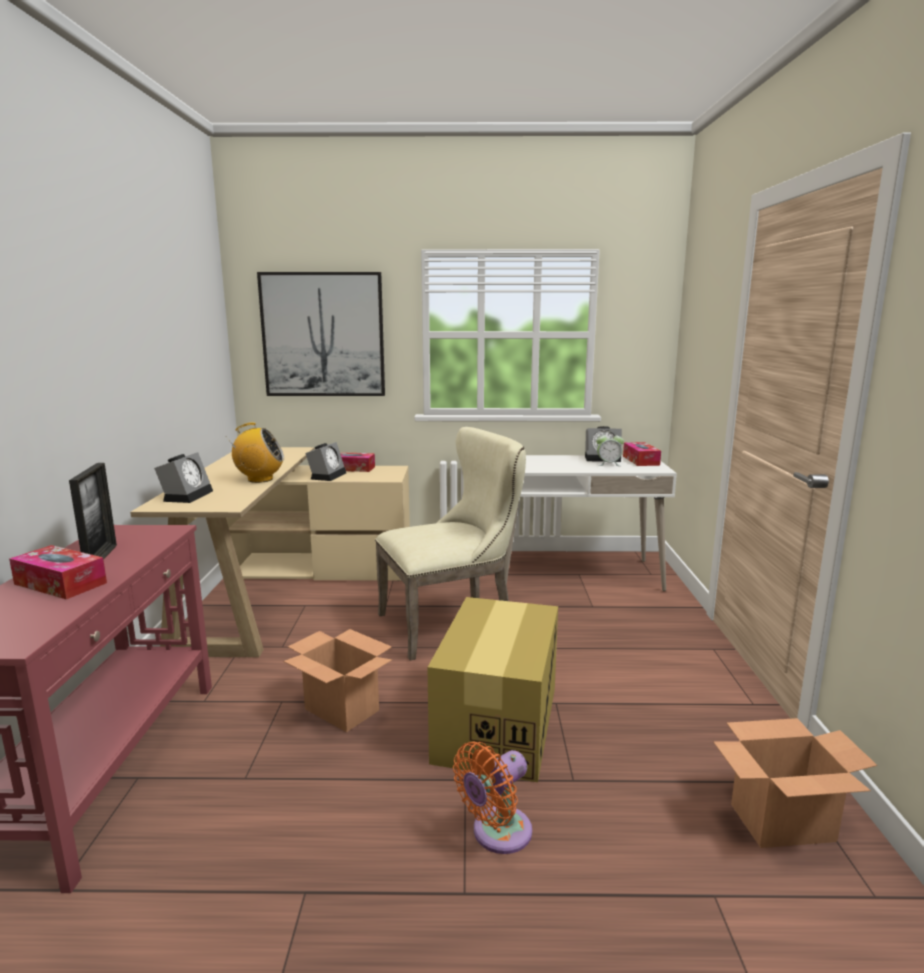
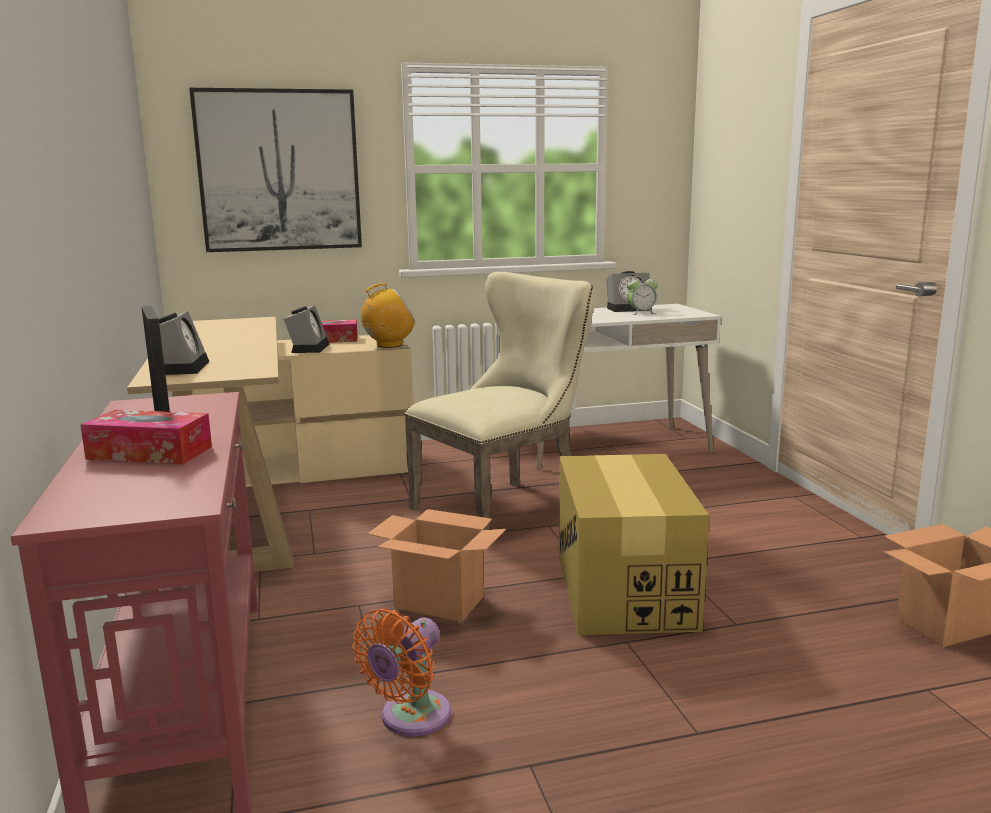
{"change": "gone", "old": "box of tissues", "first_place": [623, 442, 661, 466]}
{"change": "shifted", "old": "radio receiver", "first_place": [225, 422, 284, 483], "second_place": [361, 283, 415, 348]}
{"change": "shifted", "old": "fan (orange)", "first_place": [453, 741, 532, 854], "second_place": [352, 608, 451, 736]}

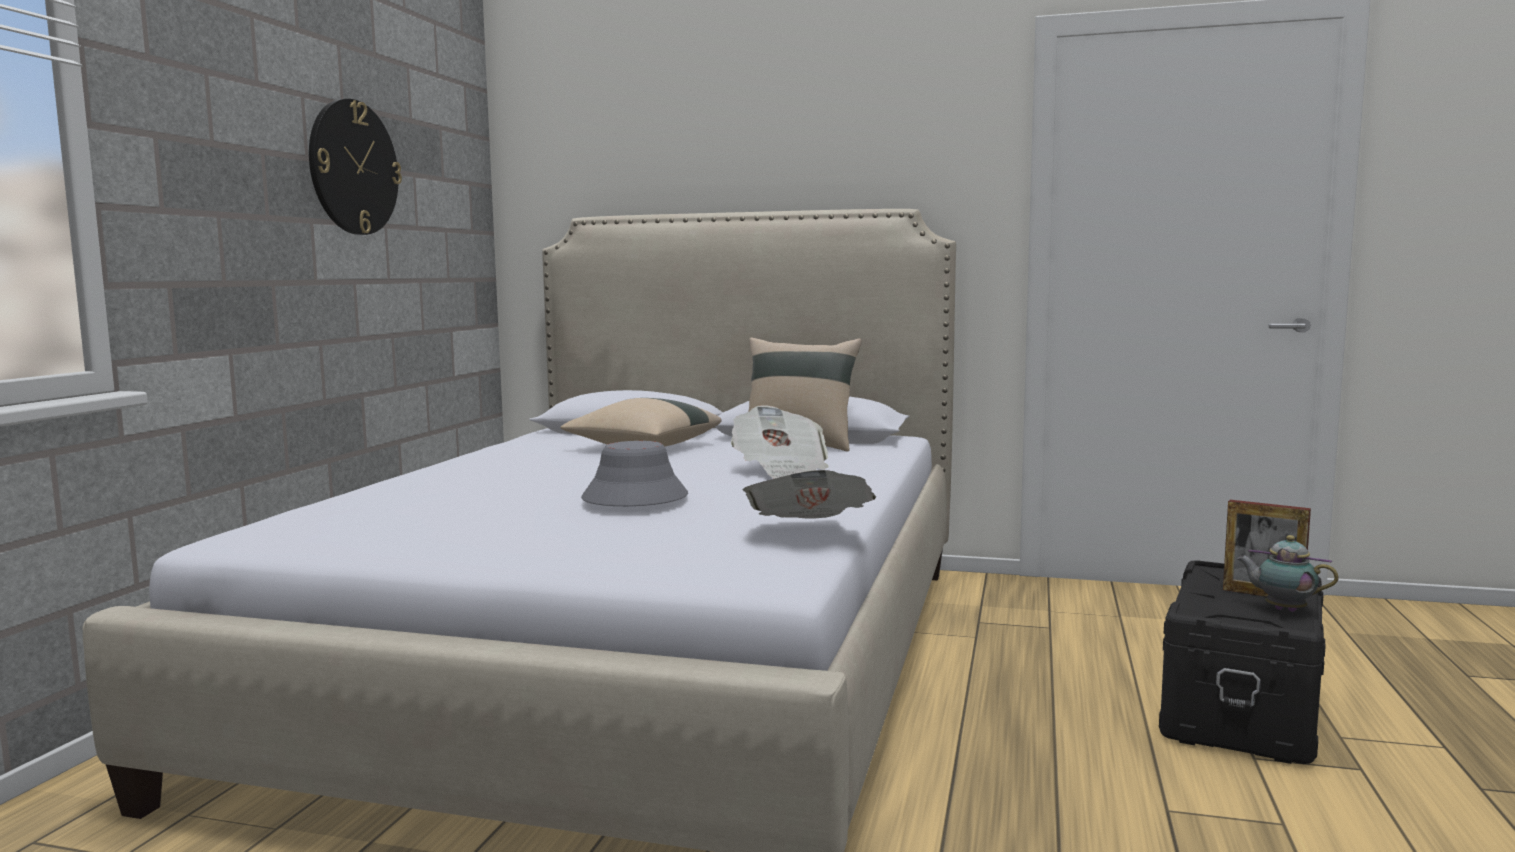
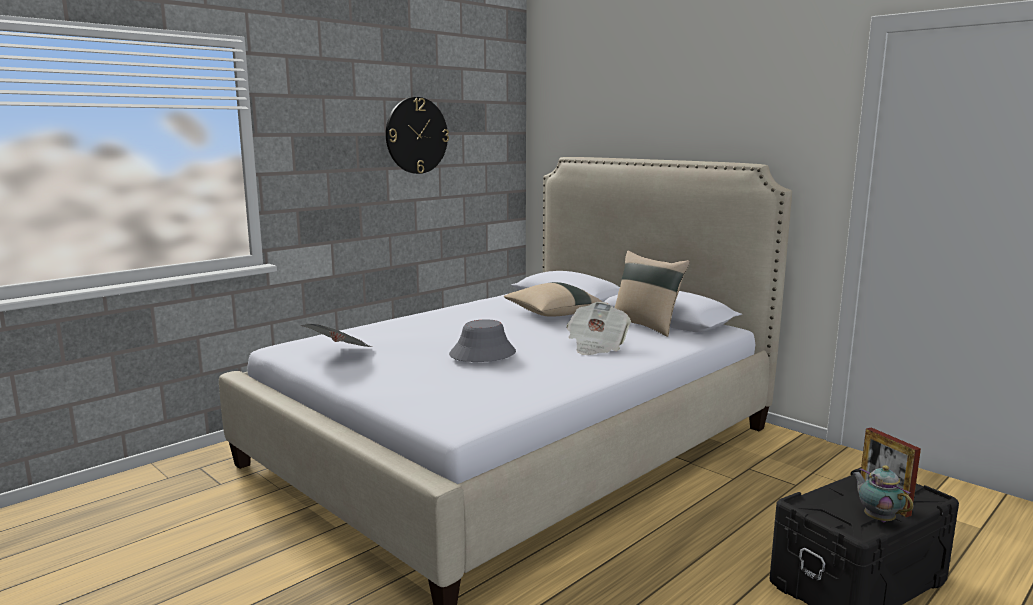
{"change": "shifted", "old": "daily paper", "first_place": [742, 470, 876, 519], "second_place": [301, 324, 373, 347]}

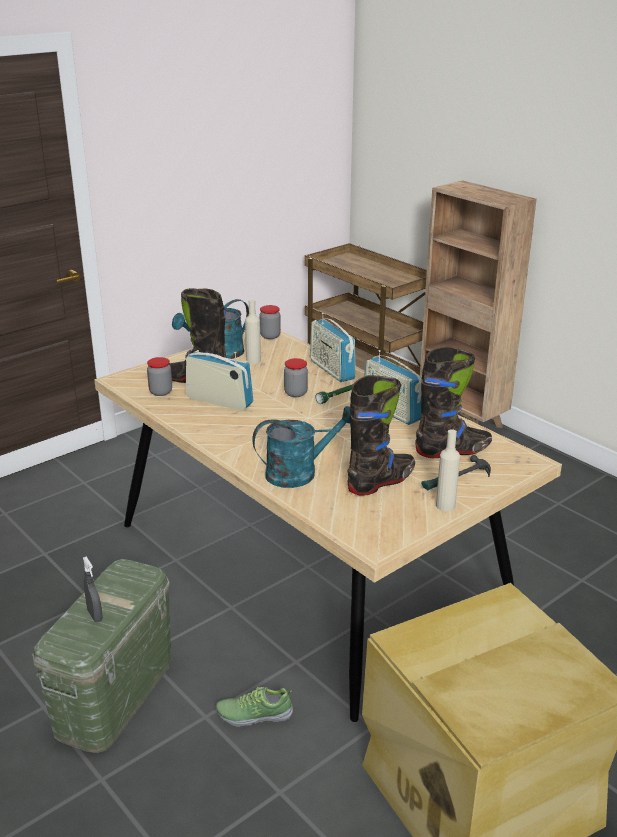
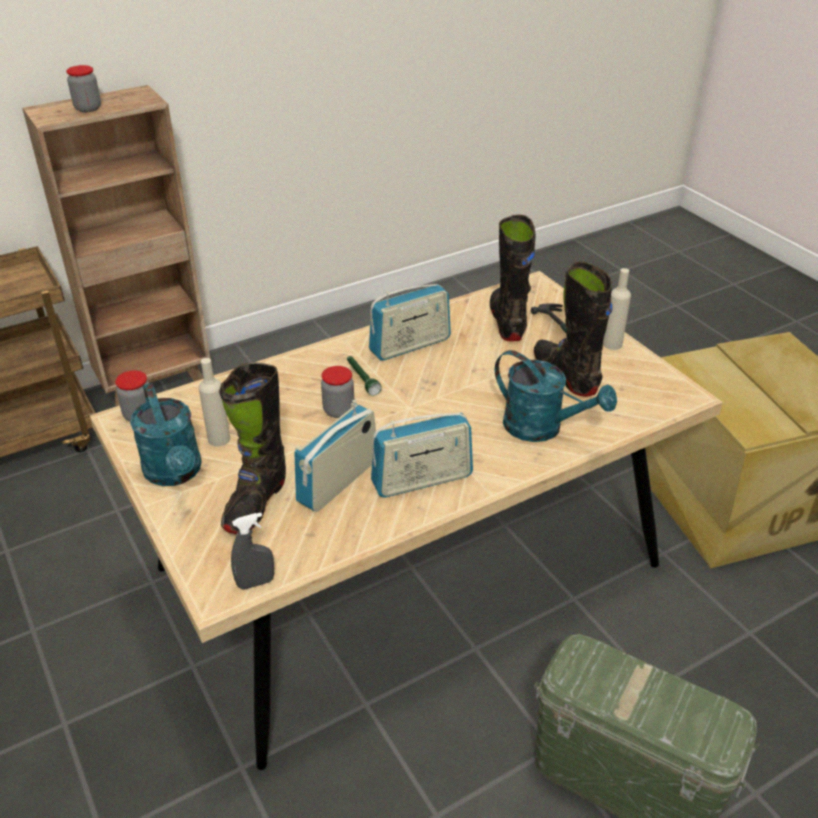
{"change": "gone", "old": "shoe", "first_place": [215, 687, 293, 727]}
{"change": "shifted", "old": "spray bottle (greyish)", "first_place": [83, 557, 103, 622], "second_place": [231, 513, 274, 590]}
{"change": "shifted", "old": "storage jar", "first_place": [147, 357, 172, 396], "second_place": [66, 65, 101, 112]}
{"change": "shifted", "old": "radio receiver", "first_place": [310, 313, 356, 382], "second_place": [371, 412, 473, 498]}
{"change": "rotated", "old": "watering pot (blue-green)", "first_place": [252, 406, 350, 488], "second_place": [495, 350, 617, 442], "degrees": 135}

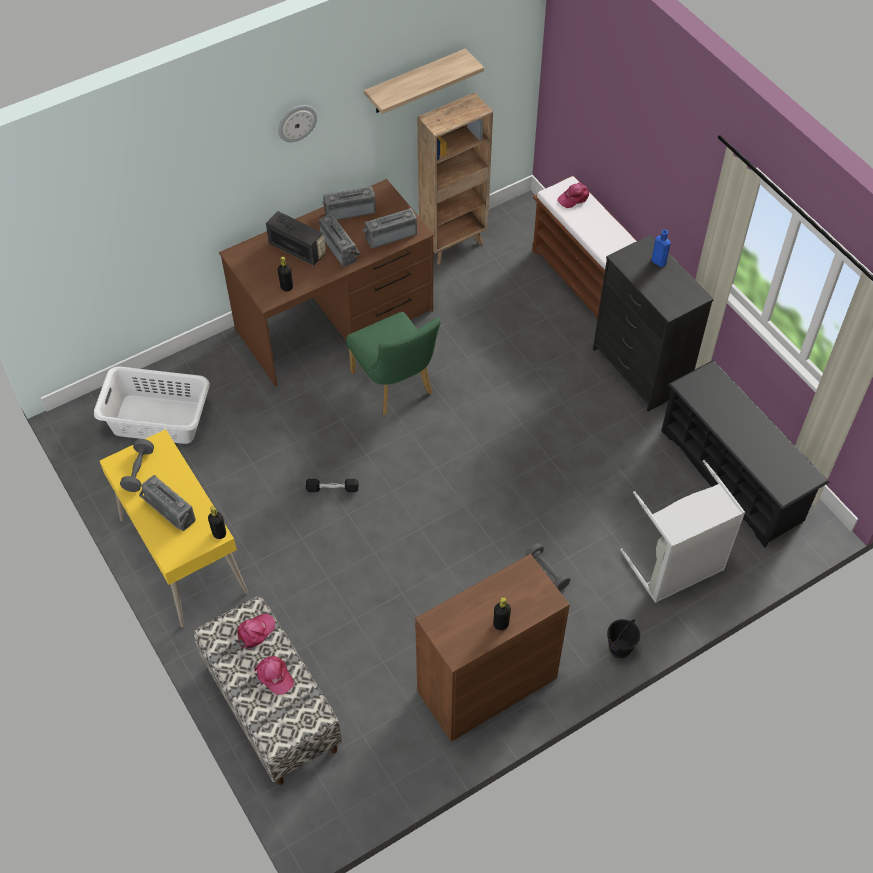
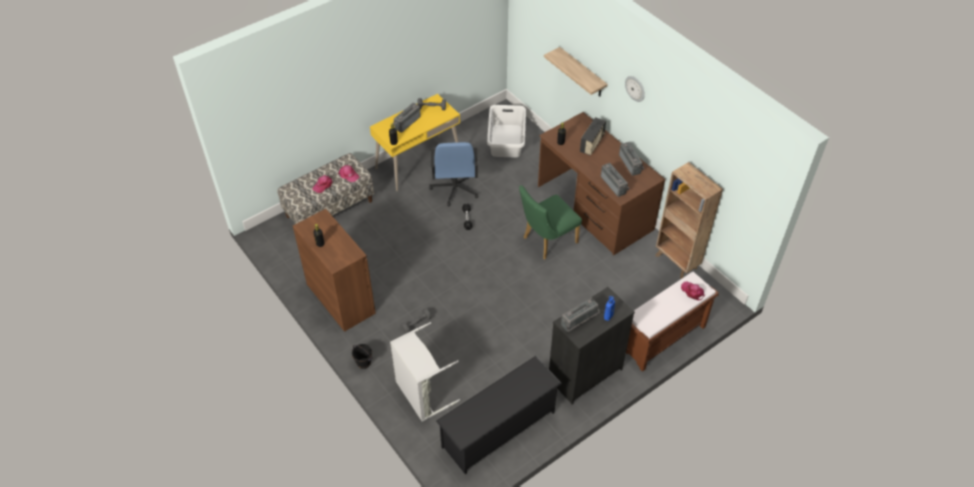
{"change": "new", "new": "computer chair (blue)", "second_place": [429, 142, 479, 206]}
{"change": "shifted", "old": "radio receiver", "first_place": [319, 214, 361, 267], "second_place": [561, 298, 600, 332]}
{"change": "shifted", "old": "shelf", "first_place": [364, 49, 484, 114], "second_place": [544, 47, 608, 96]}

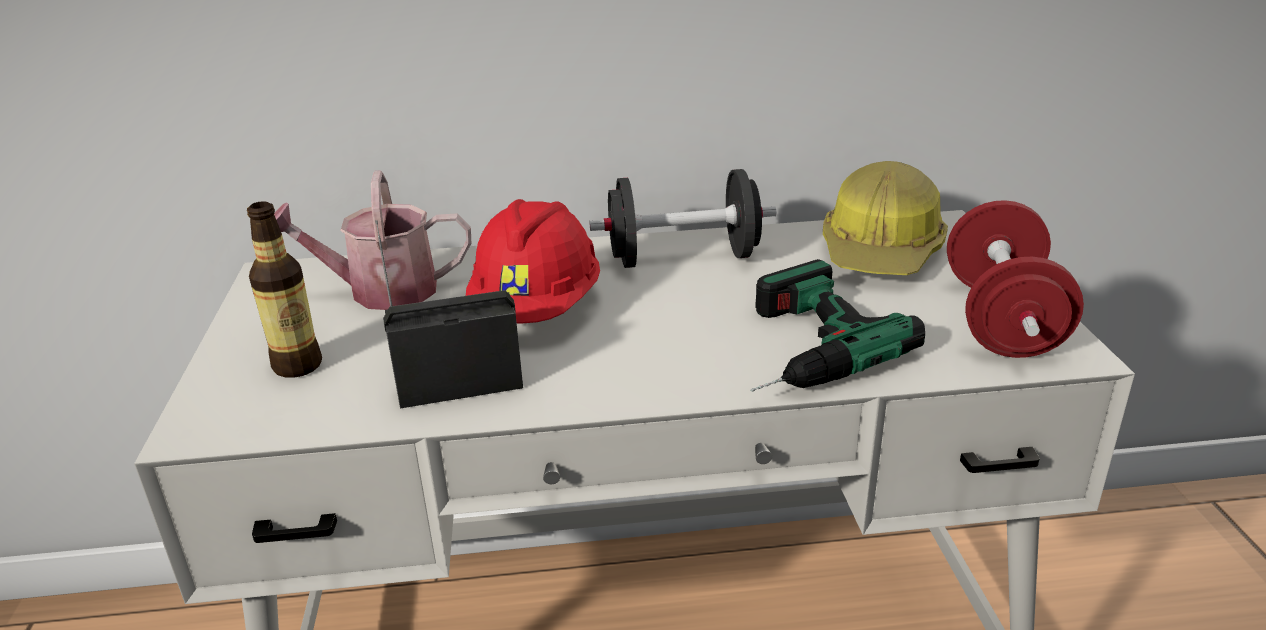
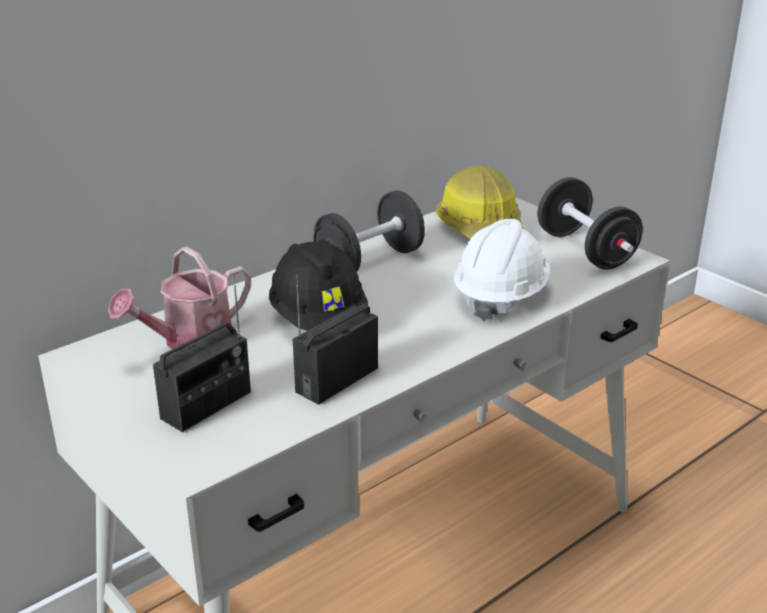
{"change": "swapped", "old": "bottle", "new": "radio receiver", "first_place": [247, 201, 322, 378], "second_place": [153, 275, 251, 432]}
{"change": "swapped", "old": "drill", "new": "work helmet (white)", "first_place": [751, 259, 925, 392], "second_place": [454, 219, 550, 321]}
{"change": "repainted", "old": "work helmet (reddish)", "new": "work helmet (blackish)", "first_place": [466, 199, 600, 323], "second_place": [269, 239, 368, 331]}
{"change": "repainted", "old": "hand weight (reddish)", "new": "hand weight (blackish)", "first_place": [947, 200, 1084, 358], "second_place": [538, 177, 643, 269]}

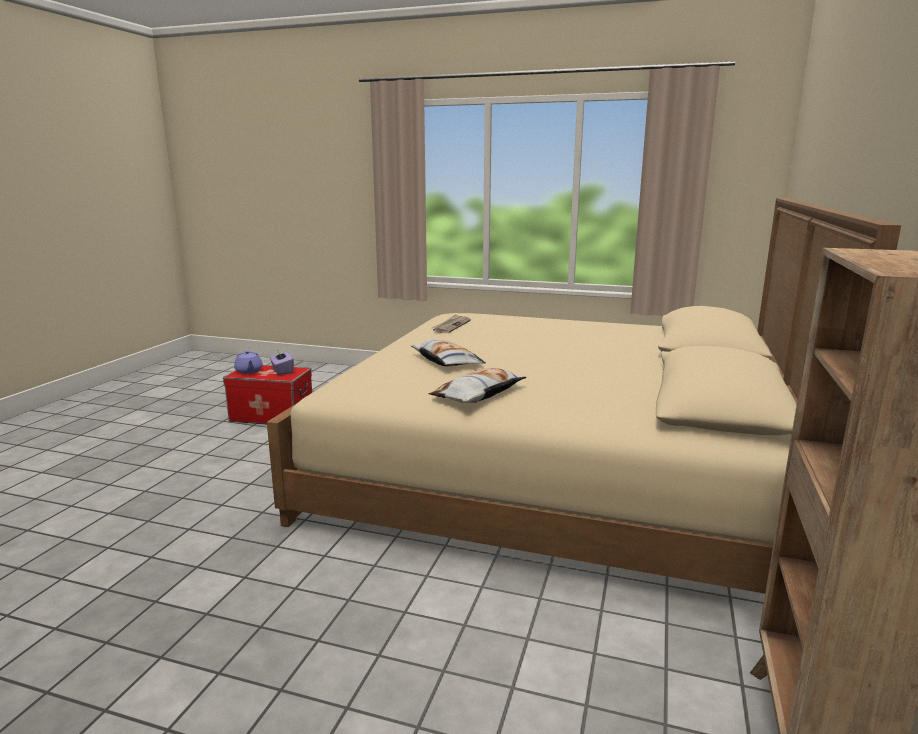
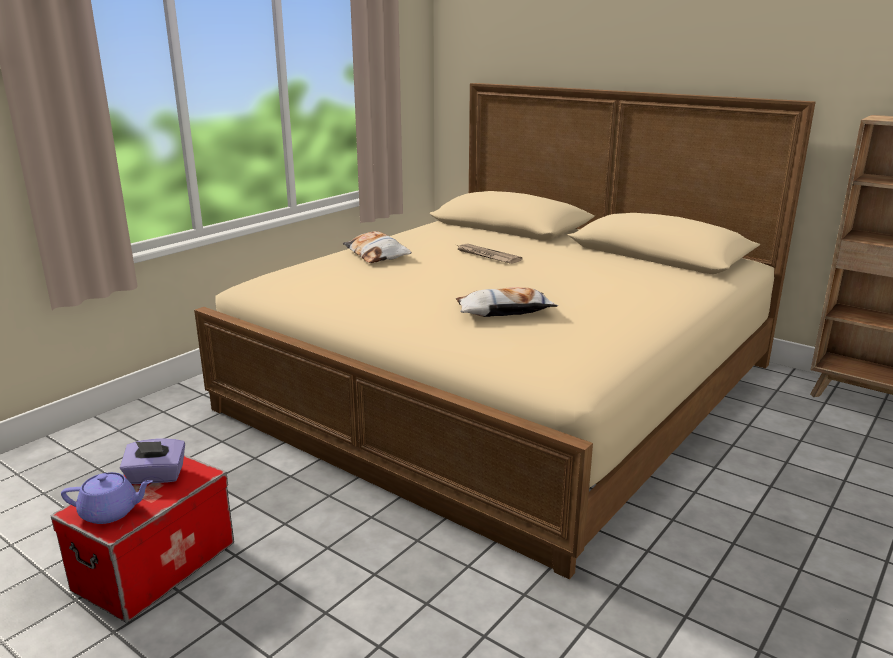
{"change": "shifted", "old": "pillow", "first_place": [428, 368, 526, 403], "second_place": [342, 231, 412, 263]}
{"change": "shifted", "old": "daily paper", "first_place": [432, 314, 471, 333], "second_place": [458, 244, 522, 264]}

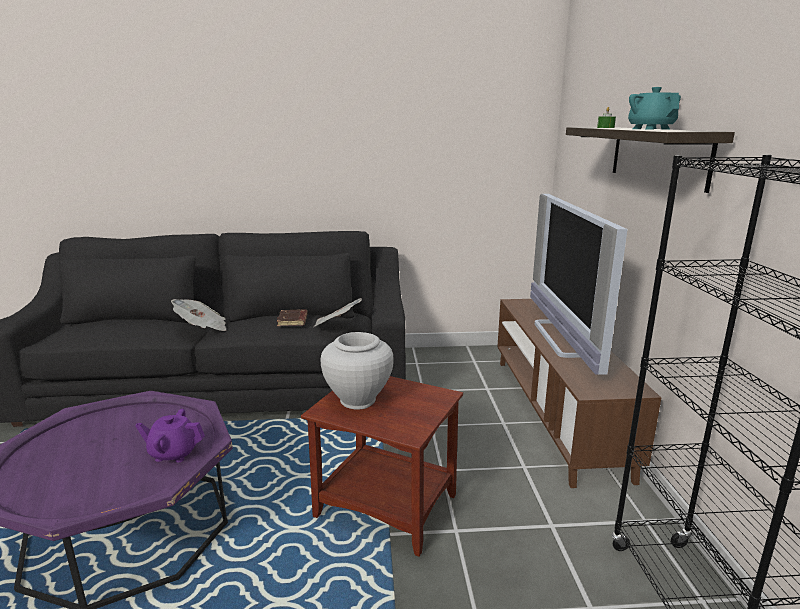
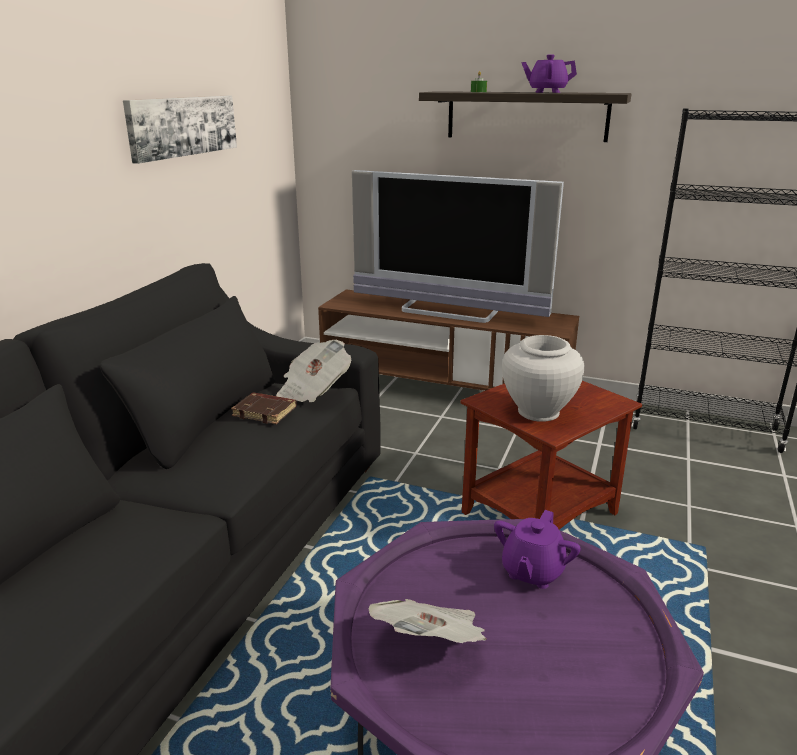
{"change": "new", "new": "wall picture", "second_place": [123, 96, 237, 164]}
{"change": "shifted", "old": "daily paper", "first_place": [171, 299, 226, 331], "second_place": [368, 599, 486, 643]}
{"change": "repainted", "old": "teapot (blue-green)", "new": "teapot (purple-coloured)", "first_place": [628, 87, 681, 130], "second_place": [522, 54, 577, 93]}

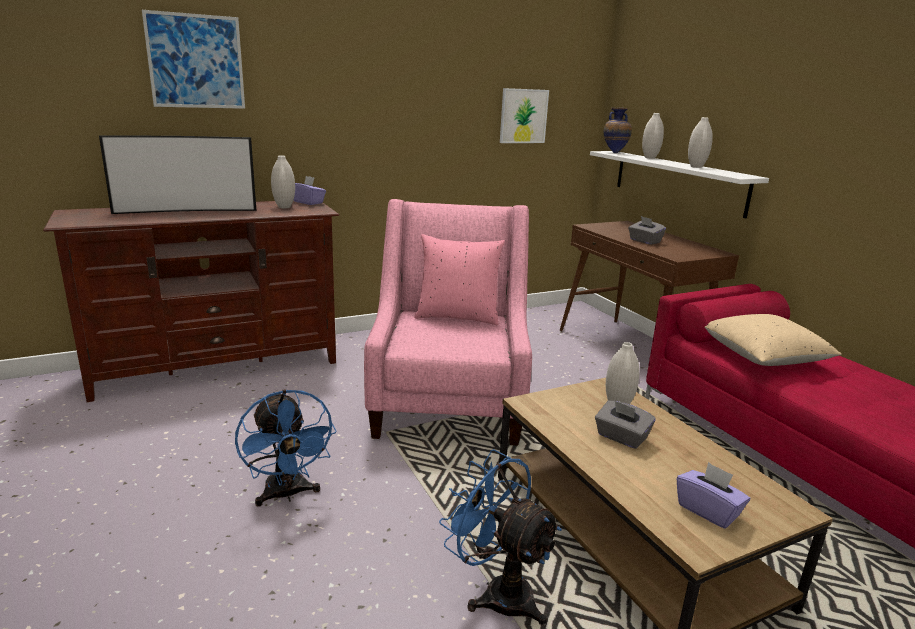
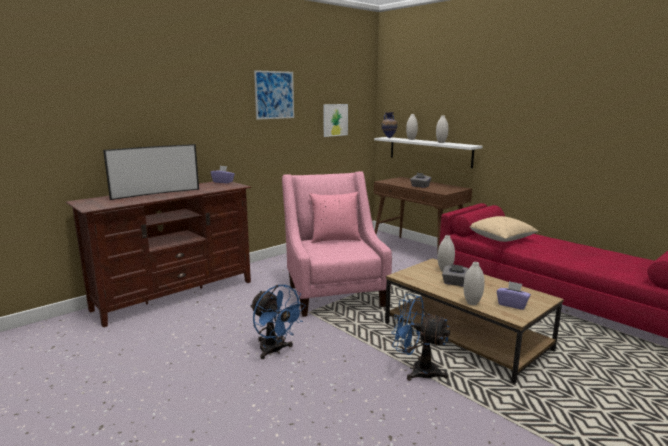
{"change": "shifted", "old": "wall picture", "first_place": [142, 10, 245, 109], "second_place": [254, 70, 294, 120]}
{"change": "shifted", "old": "flower vase (white)", "first_place": [271, 155, 295, 208], "second_place": [464, 262, 485, 305]}

